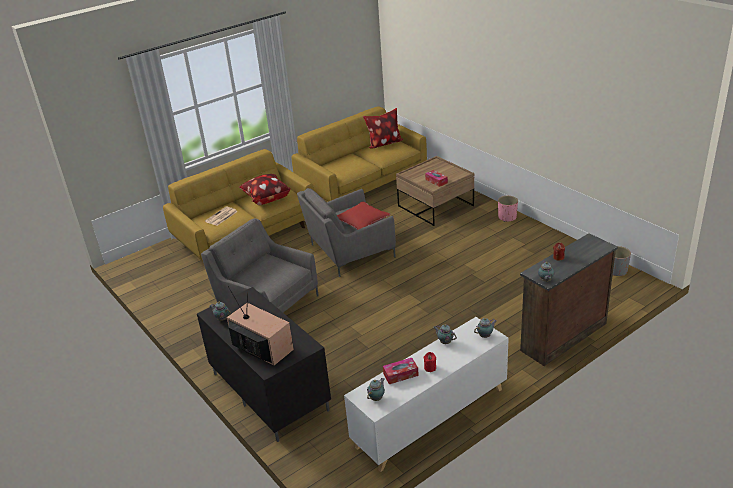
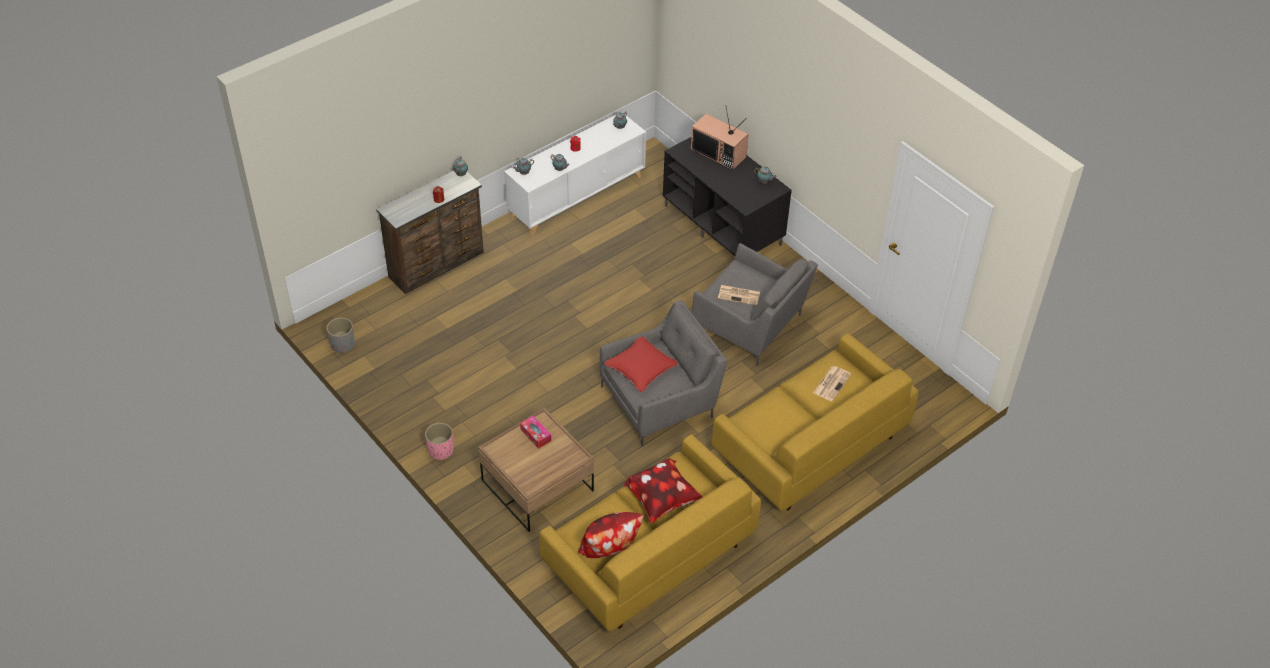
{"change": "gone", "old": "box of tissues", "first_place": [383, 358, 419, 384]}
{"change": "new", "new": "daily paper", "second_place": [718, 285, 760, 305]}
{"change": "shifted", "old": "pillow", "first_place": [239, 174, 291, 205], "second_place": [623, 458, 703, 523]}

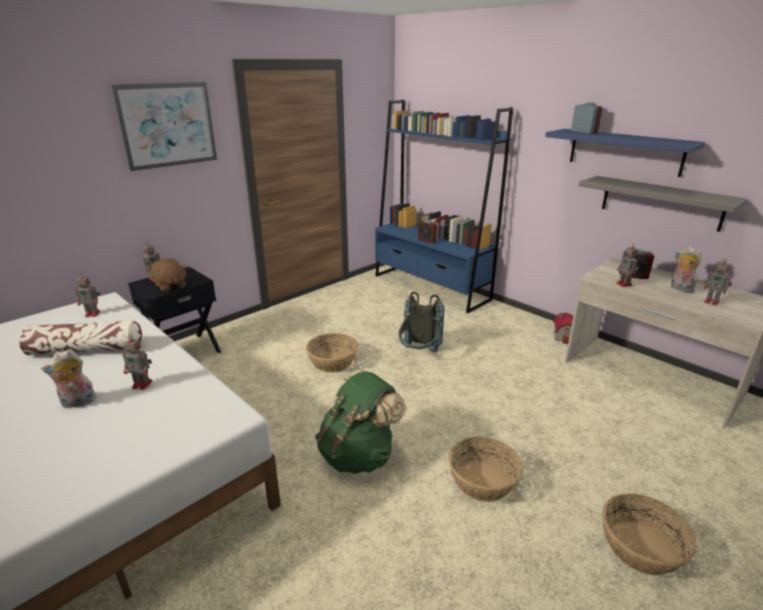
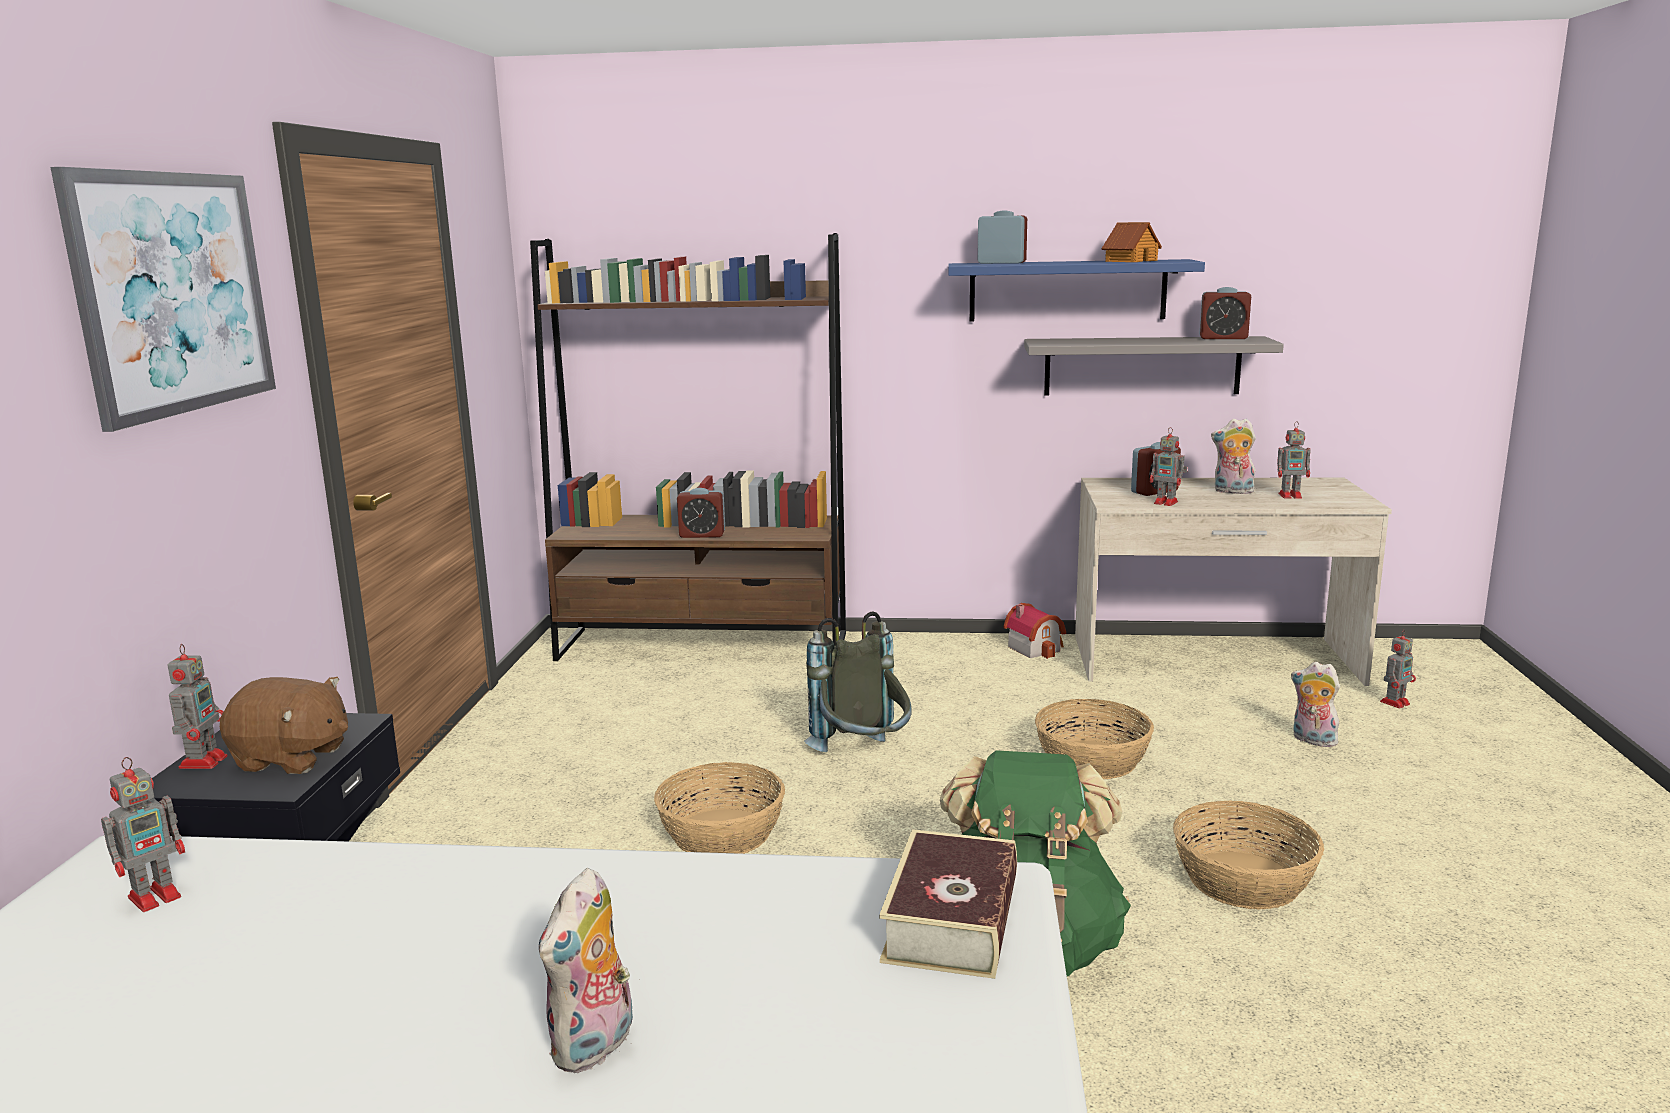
{"change": "gone", "old": "pillow", "first_place": [19, 320, 142, 356]}
{"change": "new", "new": "bound book", "second_place": [879, 829, 1017, 979]}
{"change": "new", "new": "miniature house", "second_place": [1101, 222, 1162, 262]}
{"change": "new", "new": "bedside clock", "second_place": [1199, 287, 1251, 339]}
{"change": "new", "new": "soft toy", "second_place": [1291, 662, 1340, 747]}
{"change": "shifted", "old": "model robot", "first_place": [122, 335, 153, 390], "second_place": [1380, 630, 1416, 709]}
{"change": "shifted", "old": "household basket", "first_place": [602, 493, 697, 576], "second_place": [1035, 699, 1154, 779]}
{"change": "repainted", "old": "bookshelf (blue)", "new": "bookshelf (brown)", "first_place": [375, 100, 513, 313], "second_place": [530, 233, 846, 661]}

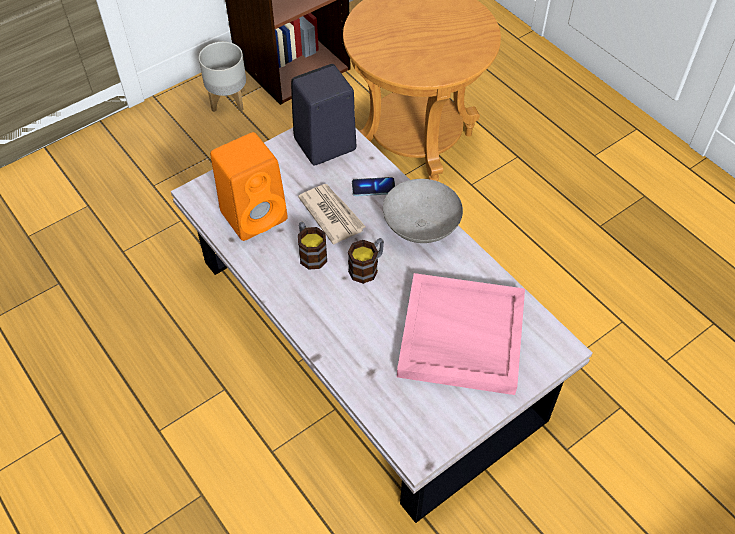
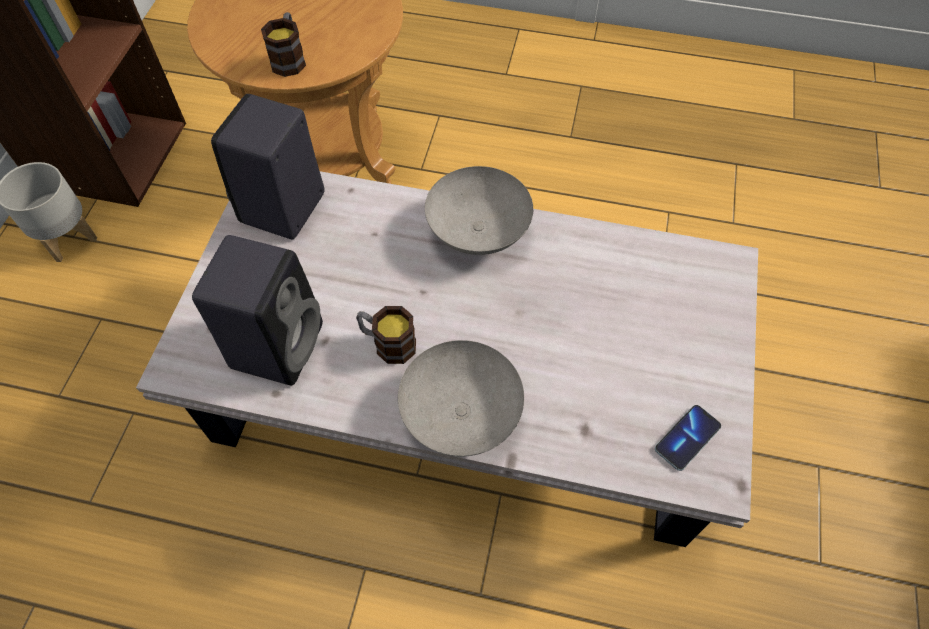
{"change": "gone", "old": "daily paper", "first_place": [298, 184, 366, 244]}
{"change": "gone", "old": "carrying tray (pinkish)", "first_place": [397, 273, 525, 395]}
{"change": "new", "new": "serving bowl (greyish)", "second_place": [398, 340, 524, 457]}
{"change": "shifted", "old": "tea mug", "first_place": [348, 238, 384, 284], "second_place": [261, 12, 306, 77]}
{"change": "shifted", "old": "phone", "first_place": [352, 177, 395, 196], "second_place": [655, 405, 721, 471]}
{"change": "repainted", "old": "speaker (orange)", "new": "speaker (blackish)", "first_place": [210, 132, 288, 241], "second_place": [192, 235, 323, 385]}

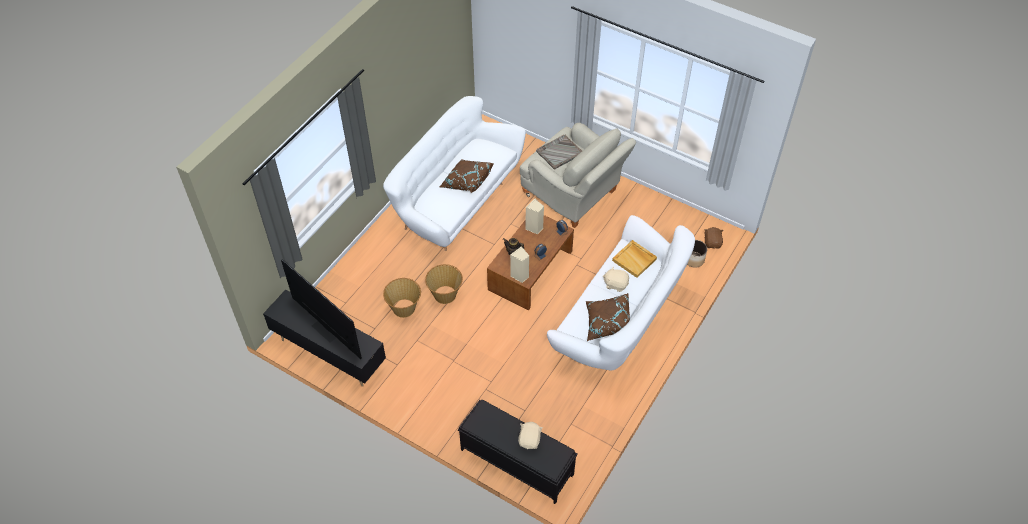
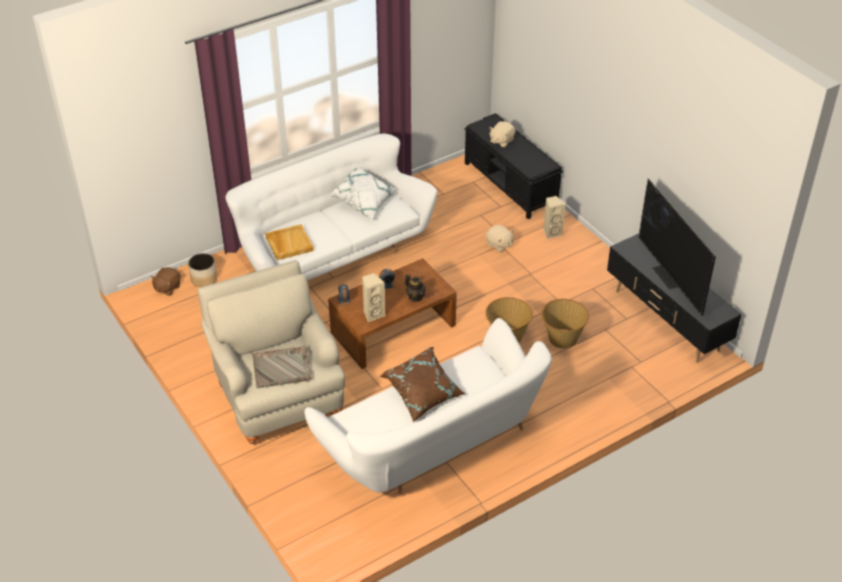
{"change": "shifted", "old": "speaker (beige-coloured)", "first_place": [510, 246, 529, 283], "second_place": [543, 196, 566, 239]}
{"change": "shifted", "old": "soft toy (beige-coloured)", "first_place": [603, 267, 629, 292], "second_place": [486, 225, 514, 252]}
{"change": "repainted", "old": "pillow (brown)", "new": "pillow (white)", "first_place": [586, 293, 630, 341], "second_place": [330, 167, 398, 221]}

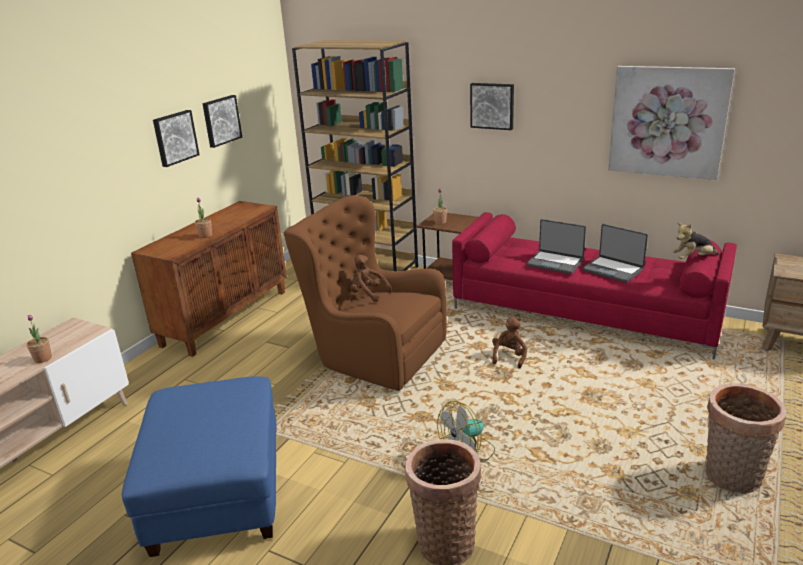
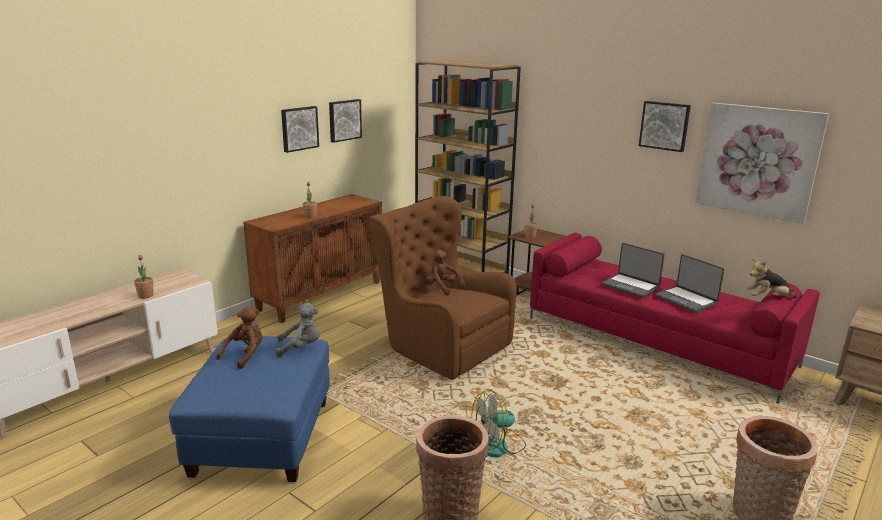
{"change": "new", "new": "soft toy (greyish)", "second_place": [276, 303, 320, 357]}
{"change": "shifted", "old": "wall picture", "first_place": [470, 83, 514, 130], "second_place": [639, 101, 691, 152]}
{"change": "shifted", "old": "soft toy (brown)", "first_place": [492, 317, 527, 369], "second_place": [216, 306, 263, 369]}

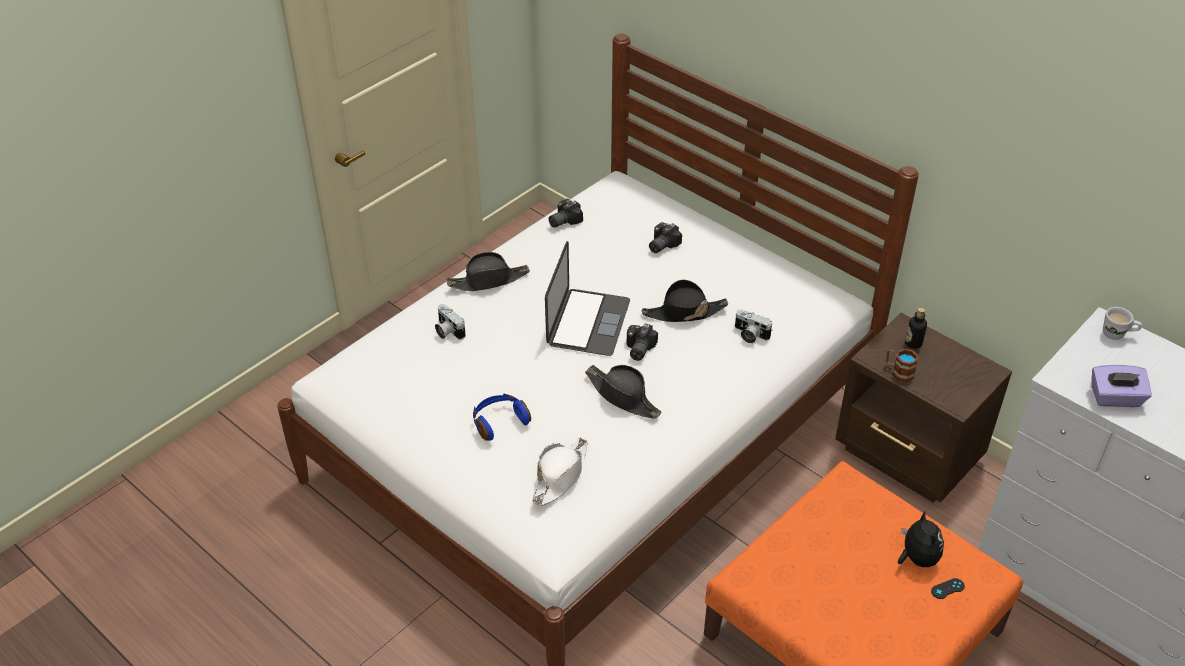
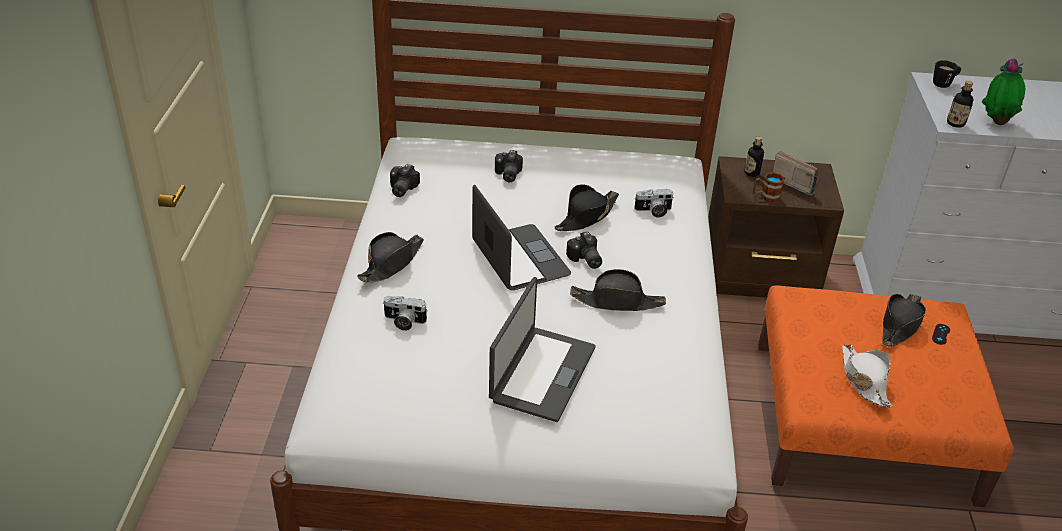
{"change": "new", "new": "radio receiver", "second_place": [772, 151, 819, 195]}
{"change": "new", "new": "bottle", "second_place": [947, 81, 973, 128]}
{"change": "shifted", "old": "hat (white)", "first_place": [532, 438, 588, 506], "second_place": [842, 345, 893, 408]}
{"change": "swapped", "old": "headphones (blue)", "new": "portable computer", "first_place": [473, 394, 531, 441], "second_place": [489, 277, 596, 422]}
{"change": "swapped", "old": "soft toy", "new": "hat (blackish)", "first_place": [898, 512, 944, 567], "second_place": [882, 294, 926, 347]}
{"change": "swapped", "old": "box of tissues (purple-coloured)", "new": "houseplant", "first_place": [1092, 365, 1152, 407], "second_place": [981, 59, 1025, 125]}
{"change": "repainted", "old": "tea mug (white)", "new": "tea mug (blackish)", "first_place": [1103, 307, 1142, 340], "second_place": [933, 60, 961, 88]}

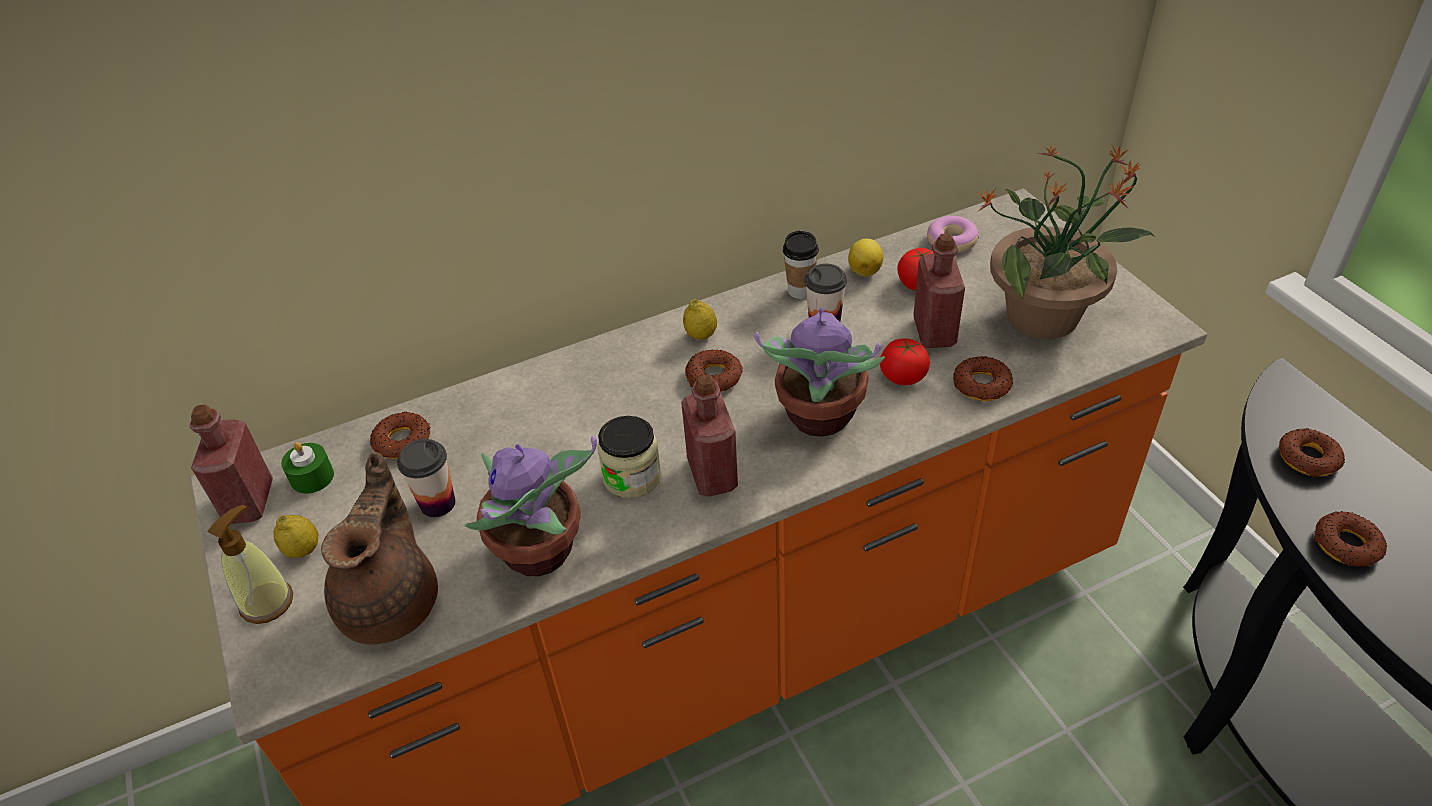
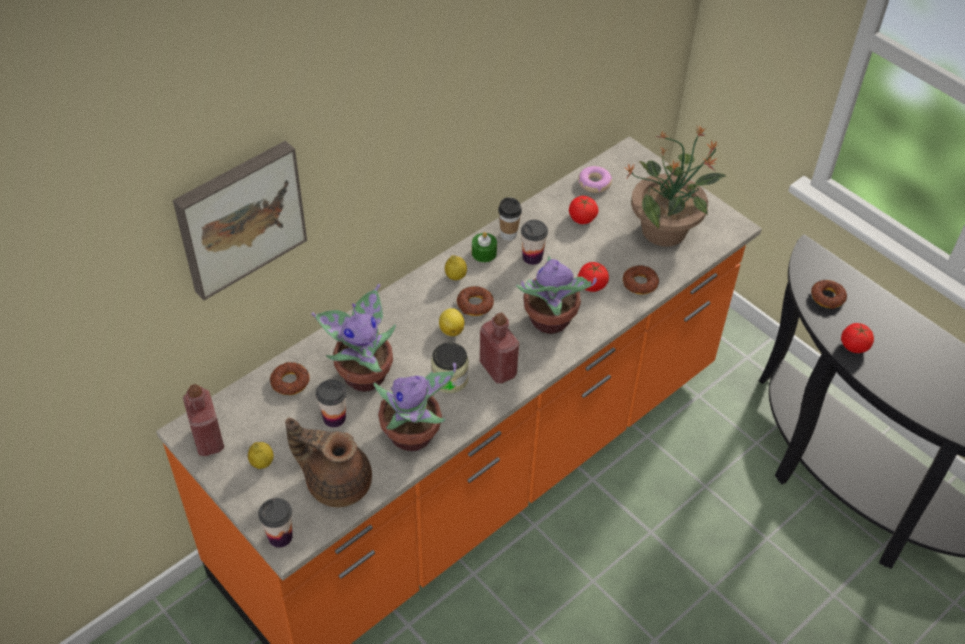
{"change": "gone", "old": "liquid soap bottle", "first_place": [207, 505, 293, 624]}
{"change": "gone", "old": "bottle (reddish)", "first_place": [913, 233, 965, 348]}
{"change": "new", "new": "wall picture", "second_place": [173, 141, 307, 300]}
{"change": "new", "new": "small cup", "second_place": [258, 498, 292, 548]}
{"change": "new", "new": "houseplant", "second_place": [311, 284, 396, 392]}
{"change": "shifted", "old": "candle (greenish)", "first_place": [281, 442, 334, 494], "second_place": [472, 232, 497, 263]}
{"change": "shifted", "old": "citrus fruit", "first_place": [848, 239, 883, 276], "second_place": [439, 308, 464, 336]}
{"change": "swapped", "old": "ring doughnut", "new": "tomato", "first_place": [1314, 511, 1387, 567], "second_place": [841, 323, 874, 353]}
{"change": "rotated", "old": "teapot (brown)", "first_place": [321, 452, 438, 645], "second_place": [285, 418, 372, 507], "degrees": -60}

